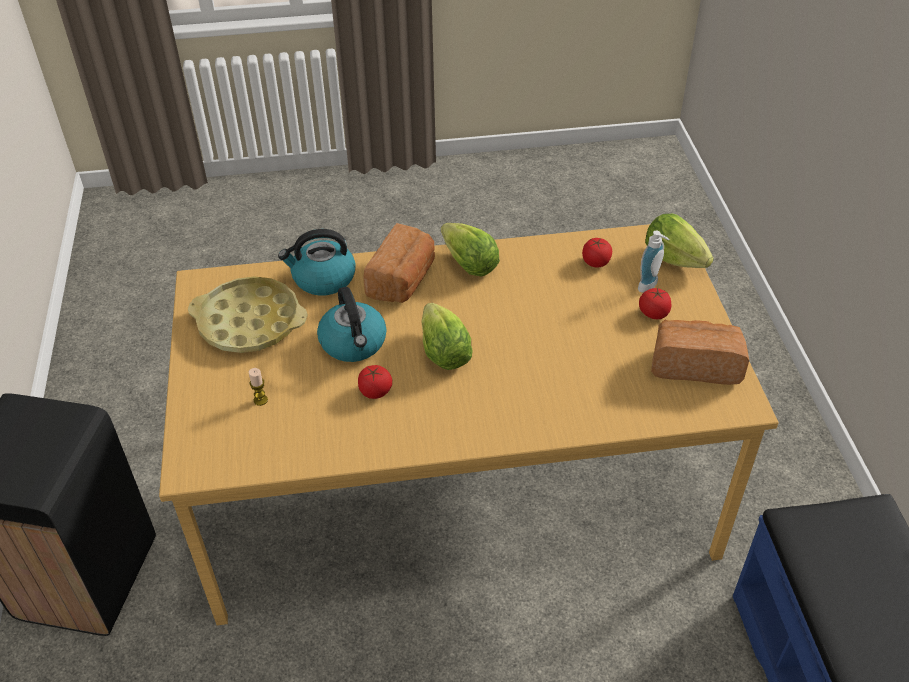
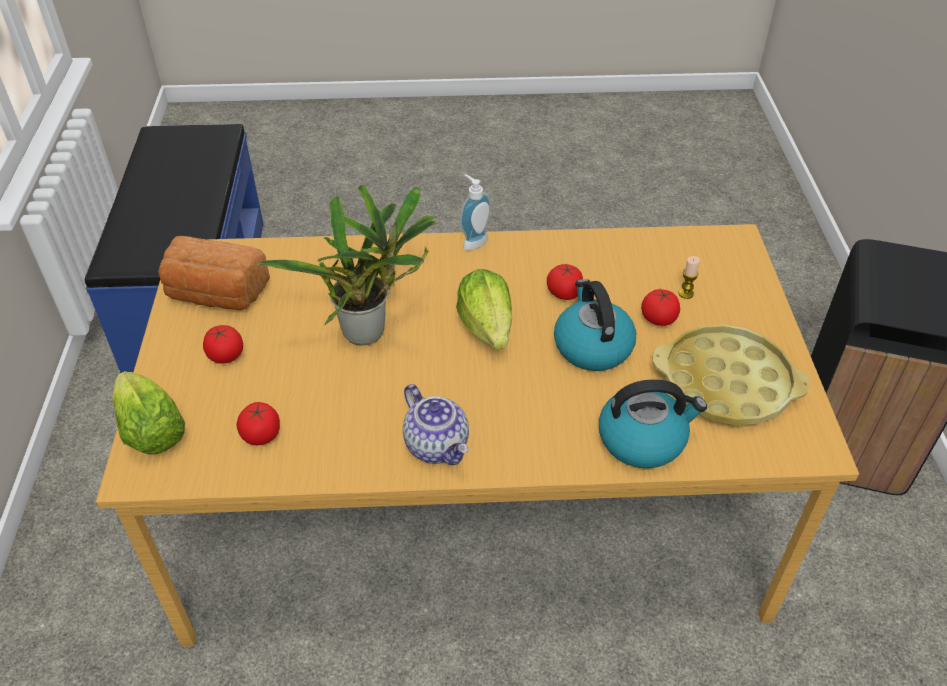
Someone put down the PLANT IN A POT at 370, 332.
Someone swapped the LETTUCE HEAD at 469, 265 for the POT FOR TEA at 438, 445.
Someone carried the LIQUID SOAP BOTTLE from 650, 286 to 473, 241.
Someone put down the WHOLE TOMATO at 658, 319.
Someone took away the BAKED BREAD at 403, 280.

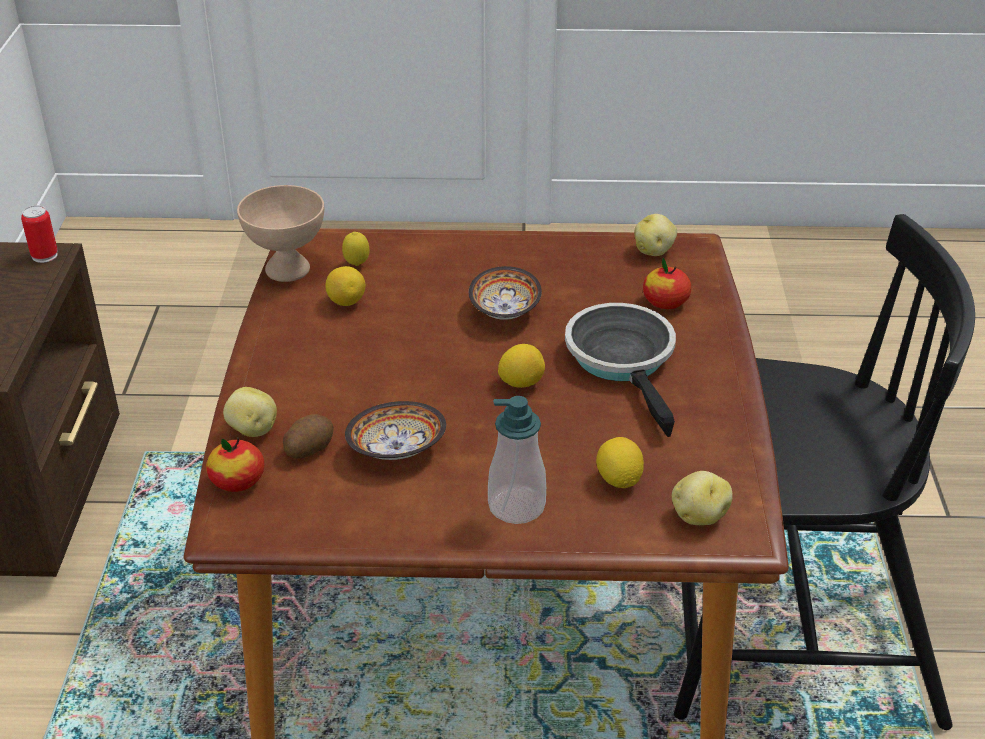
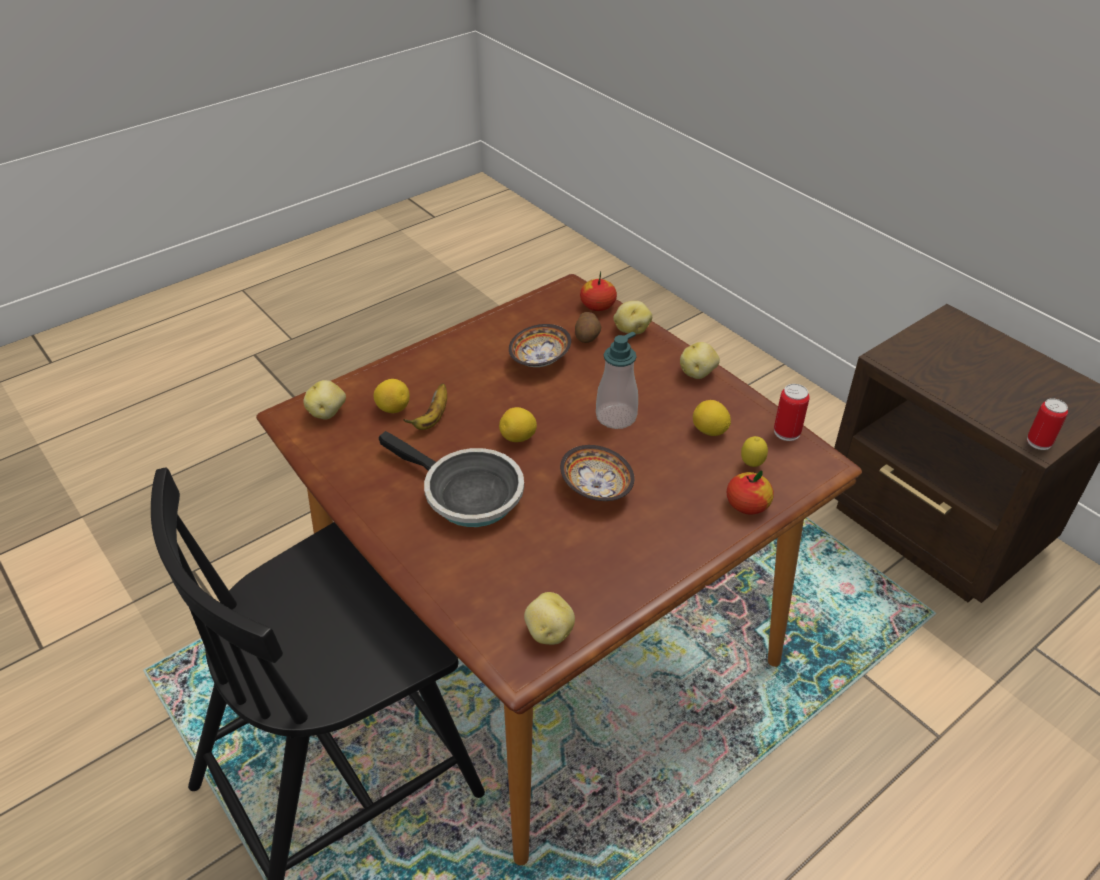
Someone put down the BANANA FRUIT at 432, 418.
Someone carried the LIQUID SOAP BOTTLE from 516, 506 to 616, 417.
Someone put down the WHOLE POTATO at 698, 373.
Someone carried the APPLE from 665, 302 to 747, 505.
Someone swapped the BEIGE SERVING BOWL at 287, 270 for the CAN at 787, 432.

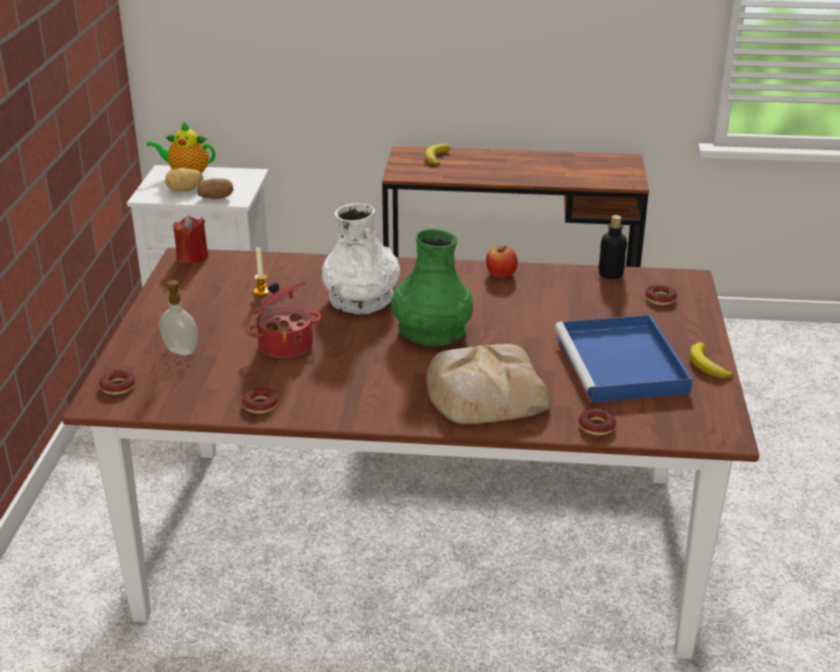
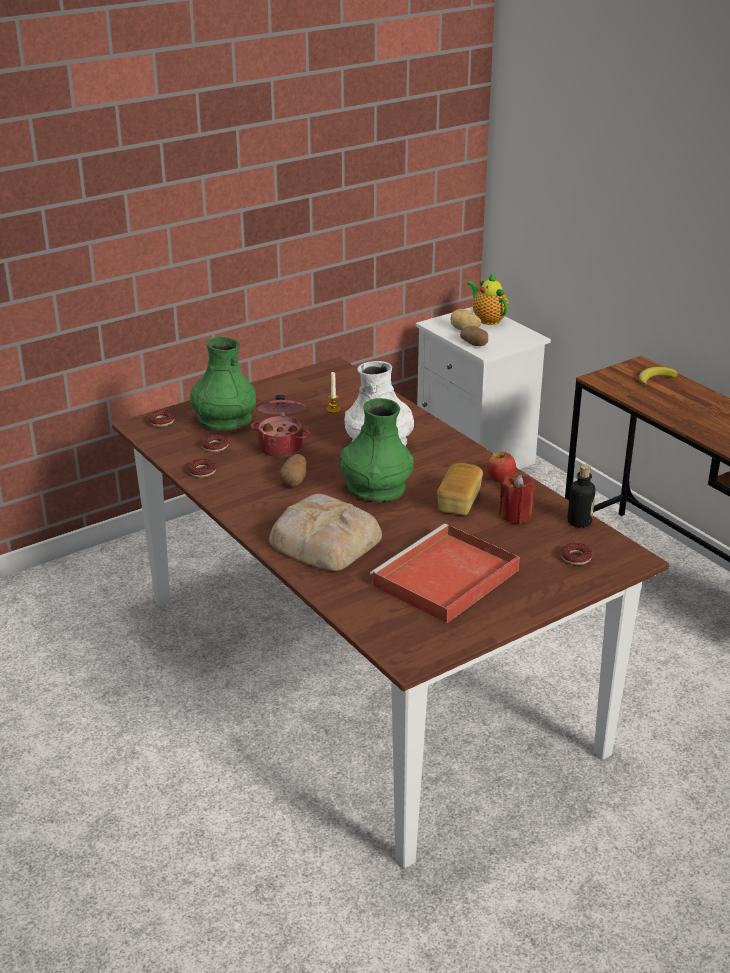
Someone swapped the LIQUID SOAP BOTTLE at 180, 351 for the GREENISH DECORATIVE VASE at 224, 420.
Someone carried the RING DOUGHNUT from 596, 426 to 215, 447.
Someone put down the WHOLE POTATO at 295, 480.
Someone repainted the BLUE SERVING TRAY at 622, 365, which became the RED-COLOURED SERVING TRAY at 444, 579.
Someone put down the BAKED BREAD at 459, 501.
Someone carried the RED-COLOURED WAX LIGHT from 192, 258 to 516, 515.
Someone took away the BANANA FRUIT at 707, 365.

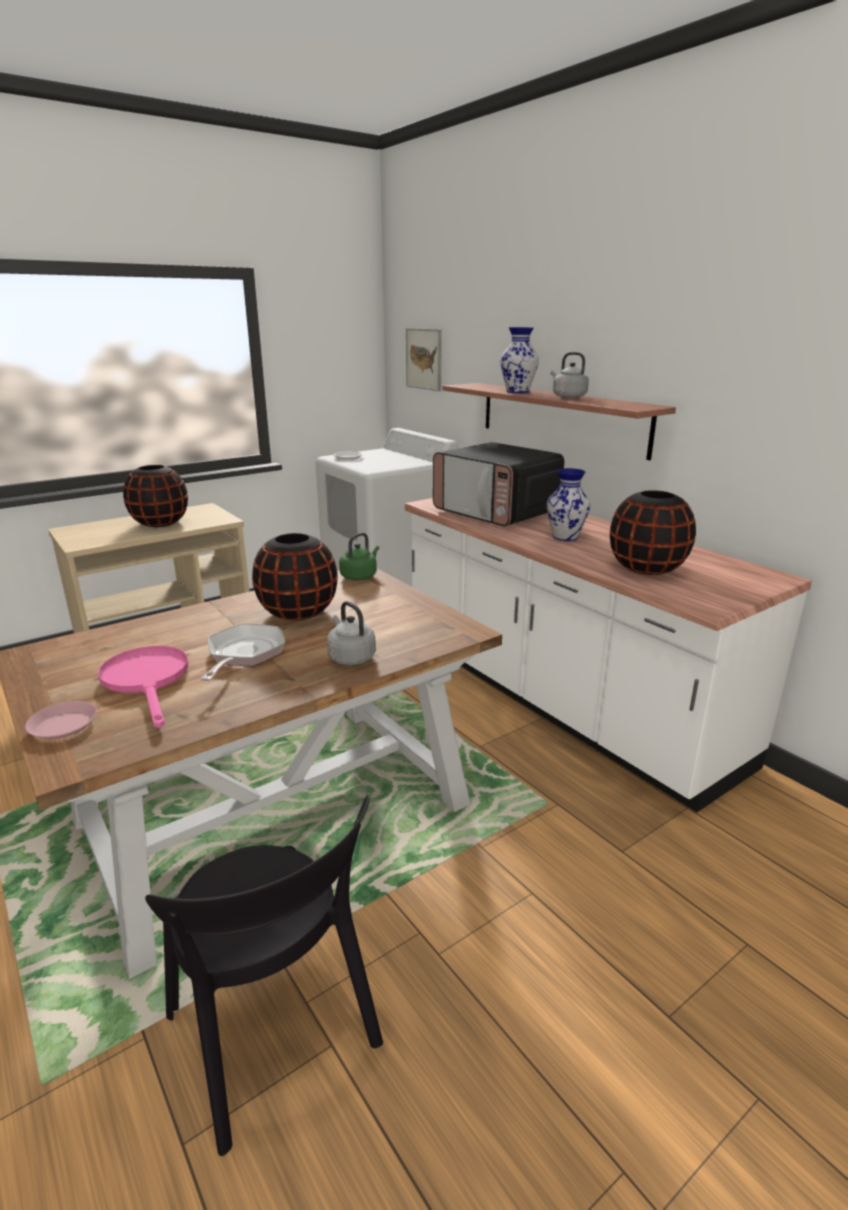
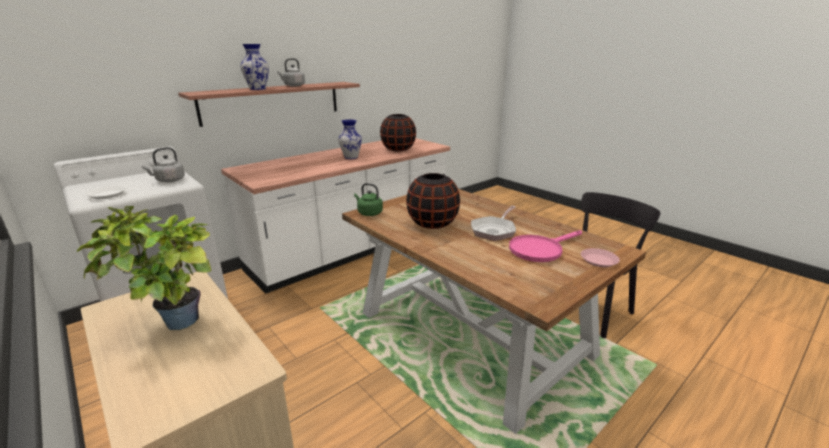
Someone swapped the BLACK-COLOURED DECORATIVE VASE at 160, 523 for the PLANT IN A POT at 173, 326.
Someone carried the GRAY WATER KETTLE from 350, 657 to 169, 180.
Someone rotated the SKILLET at 244, 654 by 60 degrees counterclockwise.
Someone took away the WALL ART at 424, 359.
Someone took away the KITCHEN MICROWAVE at 496, 512.

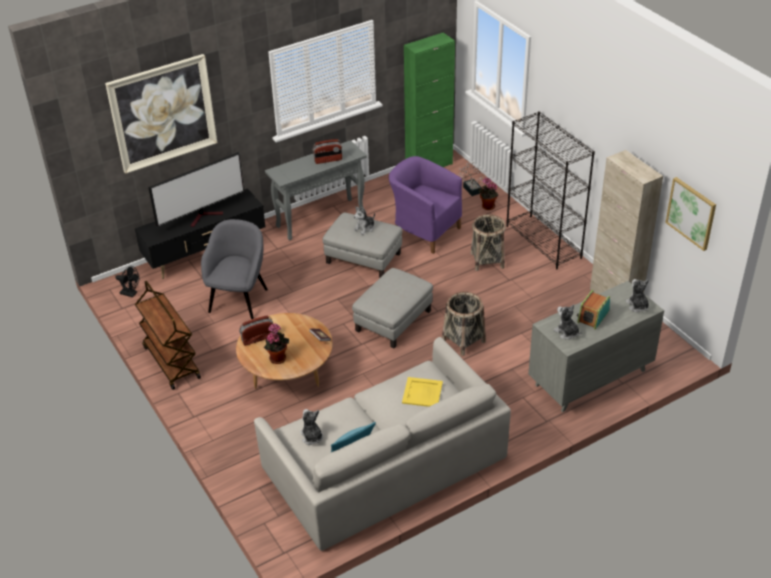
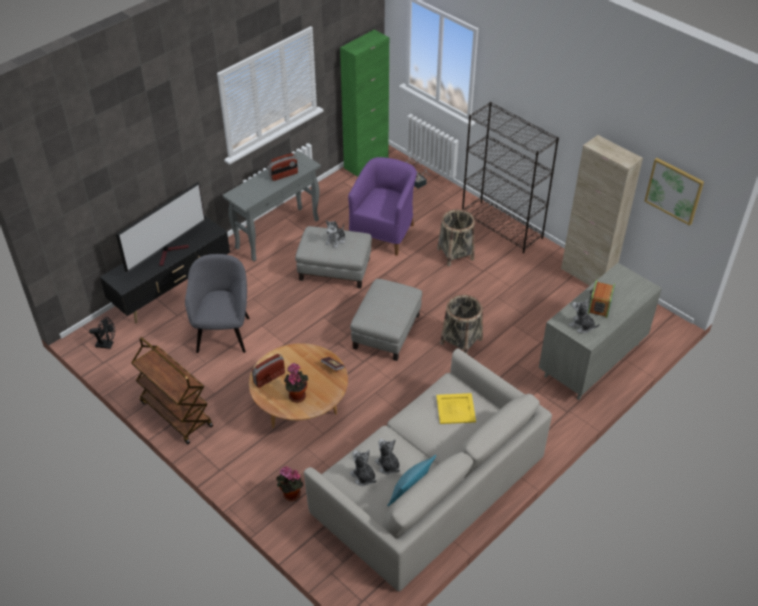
Someone carried the PLANT IN A POT from 487, 207 to 290, 495.
Someone rotated the PURPLE-COLOURED LOUNGE CHAIR at 424, 231 by 90 degrees clockwise.
Someone carried the CUDDLY TOY from 637, 306 to 388, 465.
Someone took away the WALL ART at 163, 113.

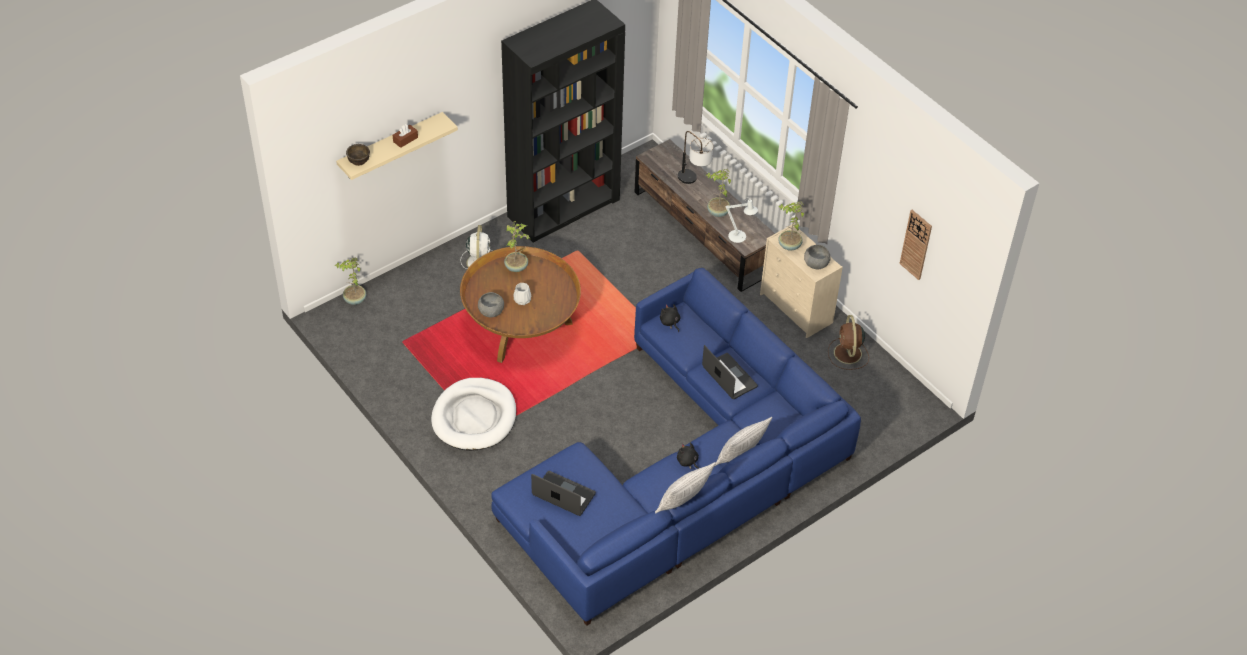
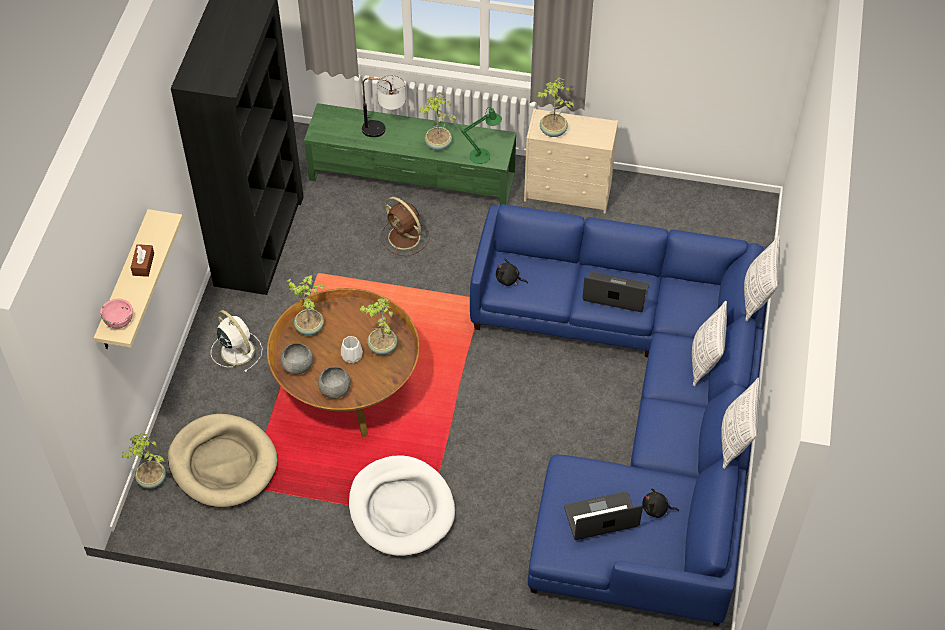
Someone repainted the BROWNISH SERVING BOWL at 358, 161, which became the PINK SERVING BOWL at 119, 321.
Someone put down the BEIGE PET BED at 223, 463.
Someone carried the GRAY SERVING BOWL from 816, 264 to 297, 366.
Someone repainted the BROWNISH TV UNIT at 703, 232, which became the GREENISH TV UNIT at 413, 177.
Someone put down the PLANT IN A POT at 382, 347.
Someone carried the BROWNISH ELECTRIC FAN from 848, 354 to 405, 238.
Someone repainted the WHITE-COLOURED TABLETOP LAMP at 739, 237, which became the GREENISH TABLETOP LAMP at 483, 155.
Someone carried the BLACK-COLOURED CUDDLY TOY from 688, 462 to 656, 509.
Someone put down the CUSHION at 756, 297.
Someone took away the CLOCK ON THE WALL at 916, 244.

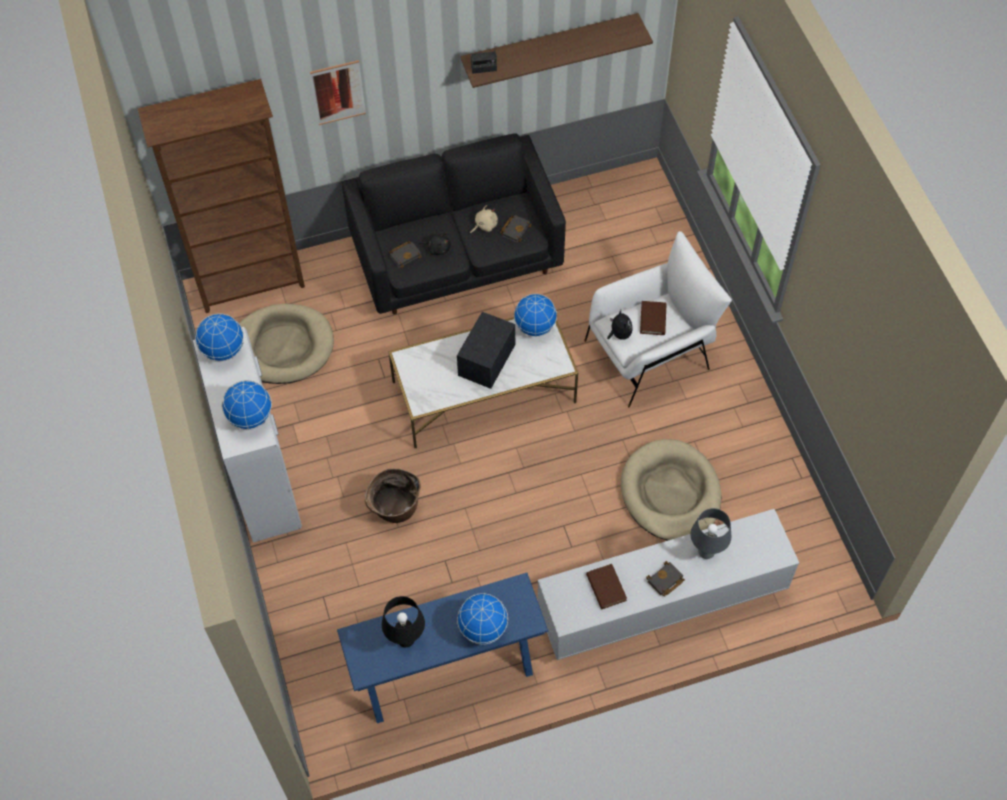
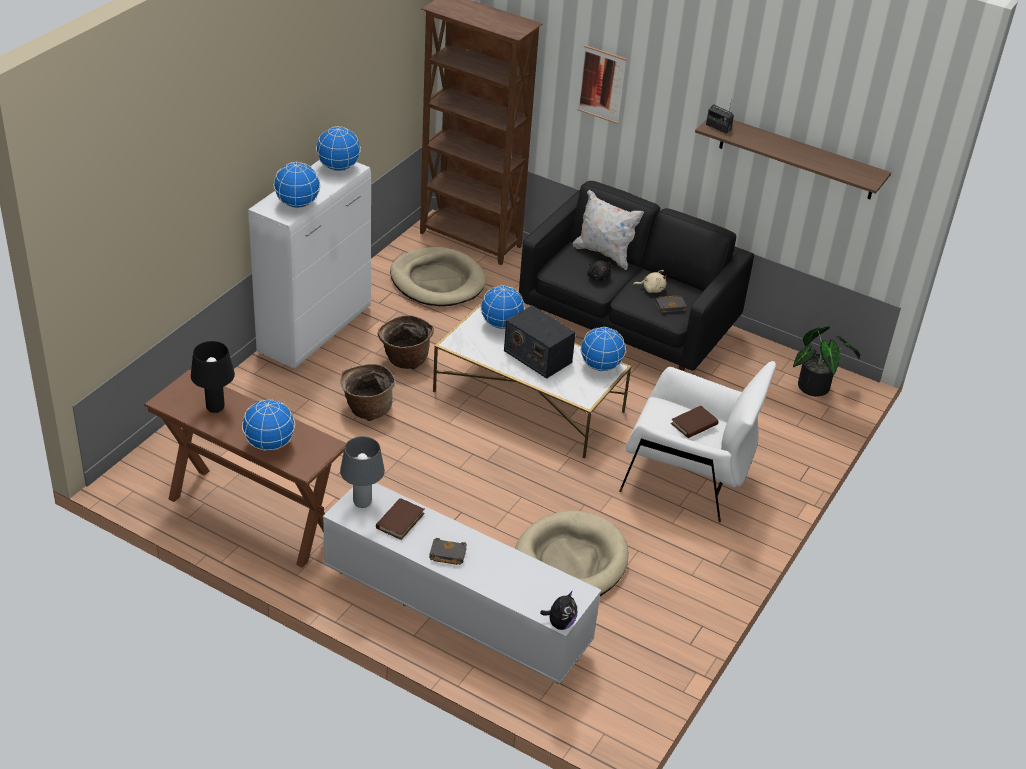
Someone repainted the BLUE CONSOLE TABLE at 447, 674, which became the BROWNISH CONSOLE TABLE at 251, 516.
Someone carried the GRAY TABLETOP LAMP from 705, 552 to 362, 502.
Someone put down the BASKET at 404, 360.
Someone put down the GLOBE at 501, 324.
Someone rotated the RADIO at 487, 359 by 120 degrees counterclockwise.
Someone carried the CUDDLY TOY from 619, 334 to 560, 623.
Someone put down the WHITE-COLOURED CUSHION at 604, 253.
Someone put down the PLANT IN A POT at 817, 388.
Someone took away the BLACK-COLOURED BOUND BOOK at 405, 255.

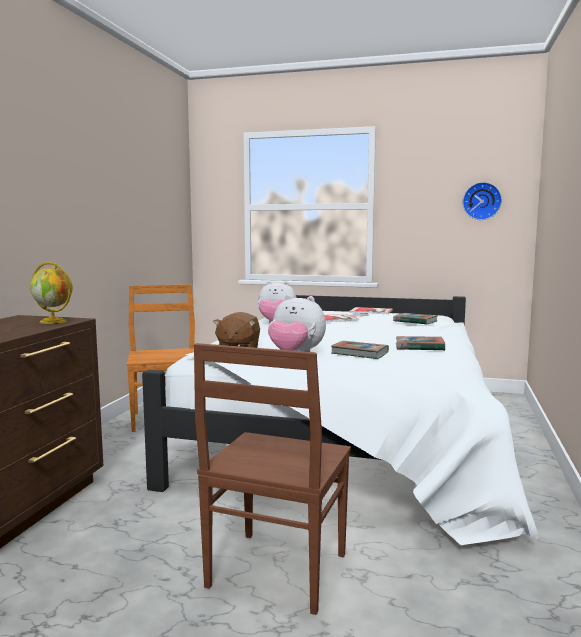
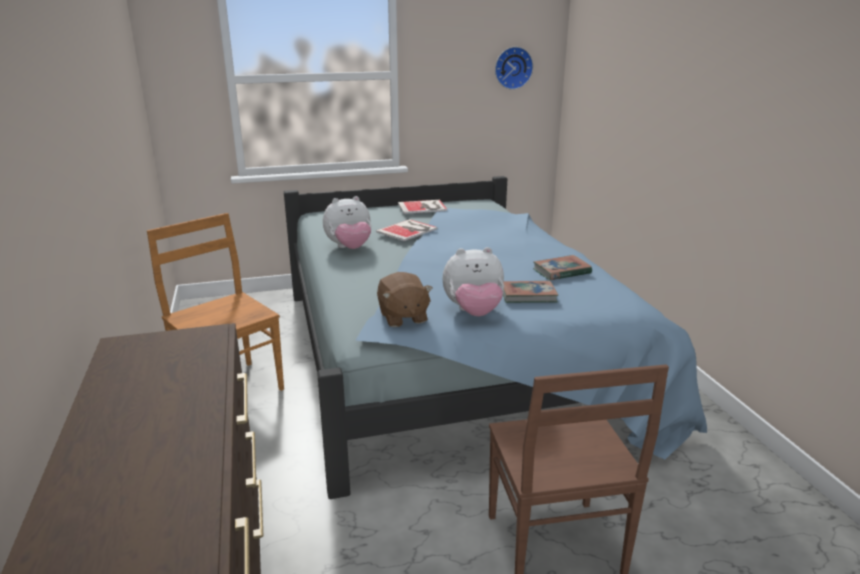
Someone repainted the WHITE-COLOURED BED at 349, 437, which became the BLUE BED at 454, 359.
Someone took away the GLOBE at 54, 321.
Someone took away the BOUND BOOK at 415, 321.

